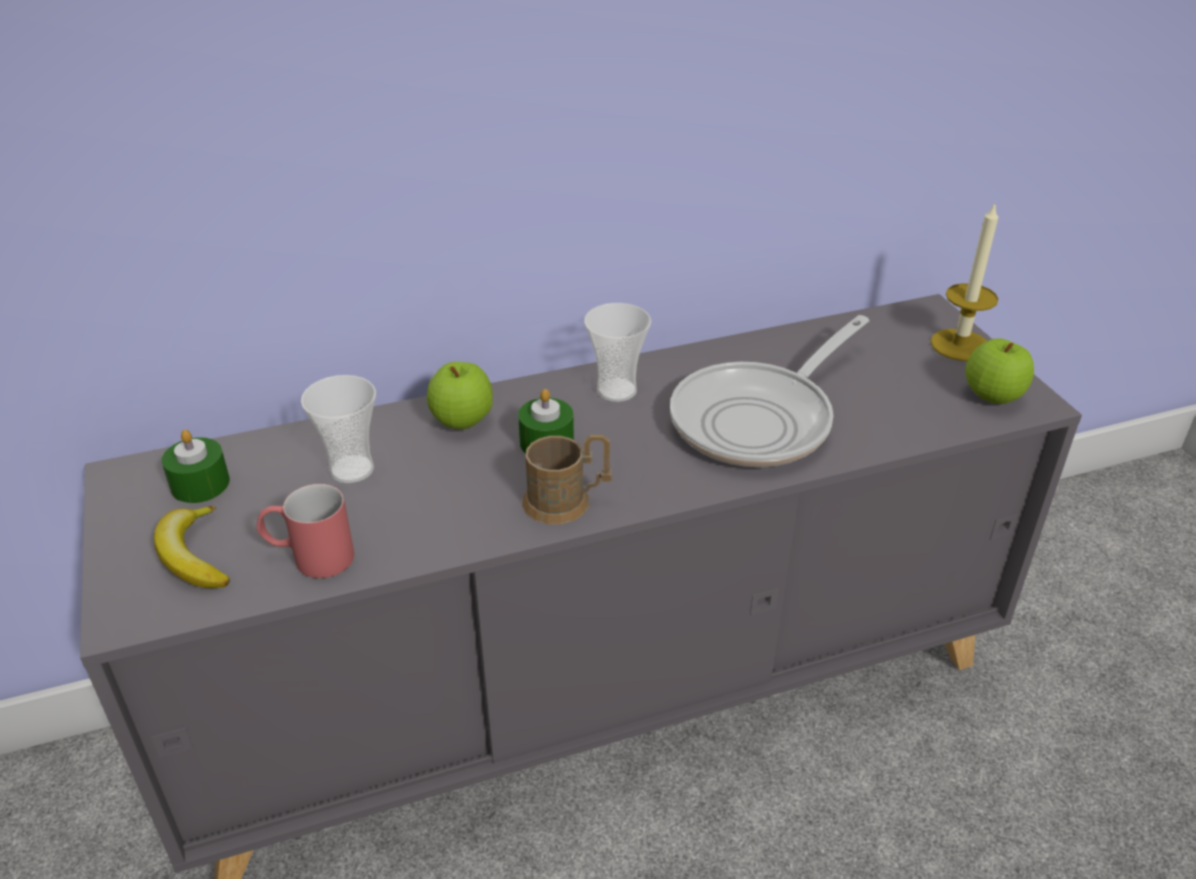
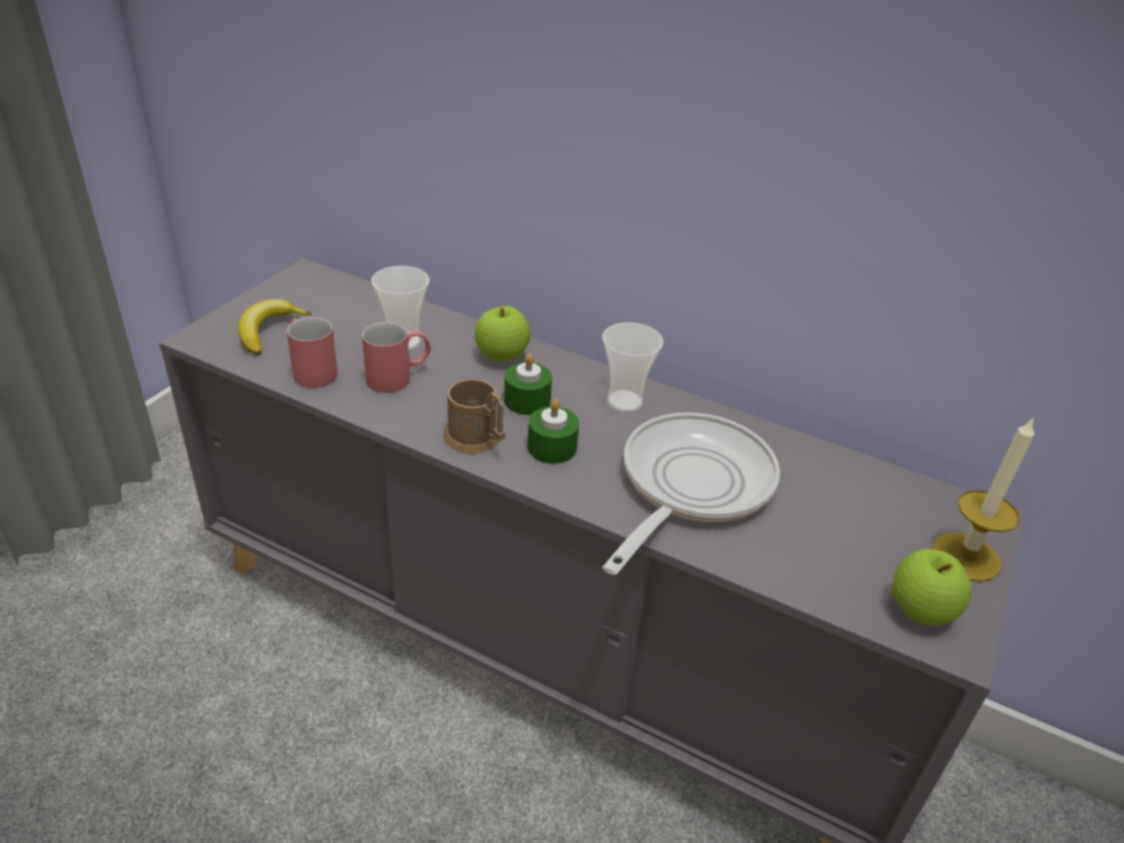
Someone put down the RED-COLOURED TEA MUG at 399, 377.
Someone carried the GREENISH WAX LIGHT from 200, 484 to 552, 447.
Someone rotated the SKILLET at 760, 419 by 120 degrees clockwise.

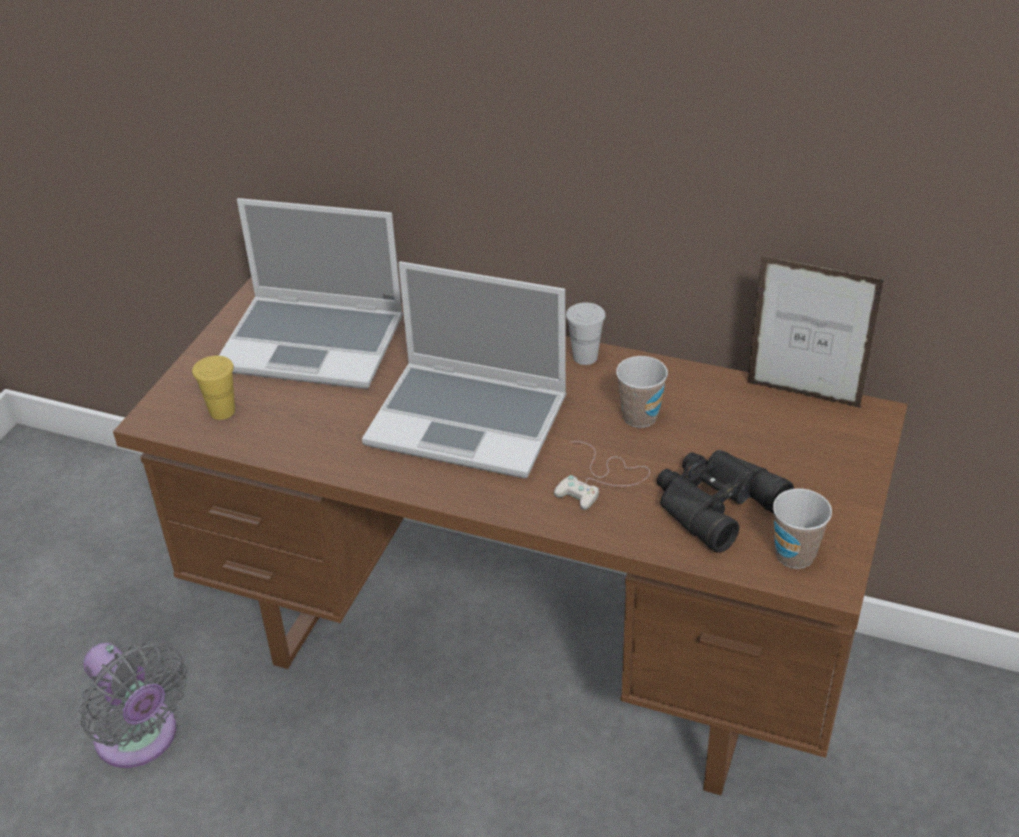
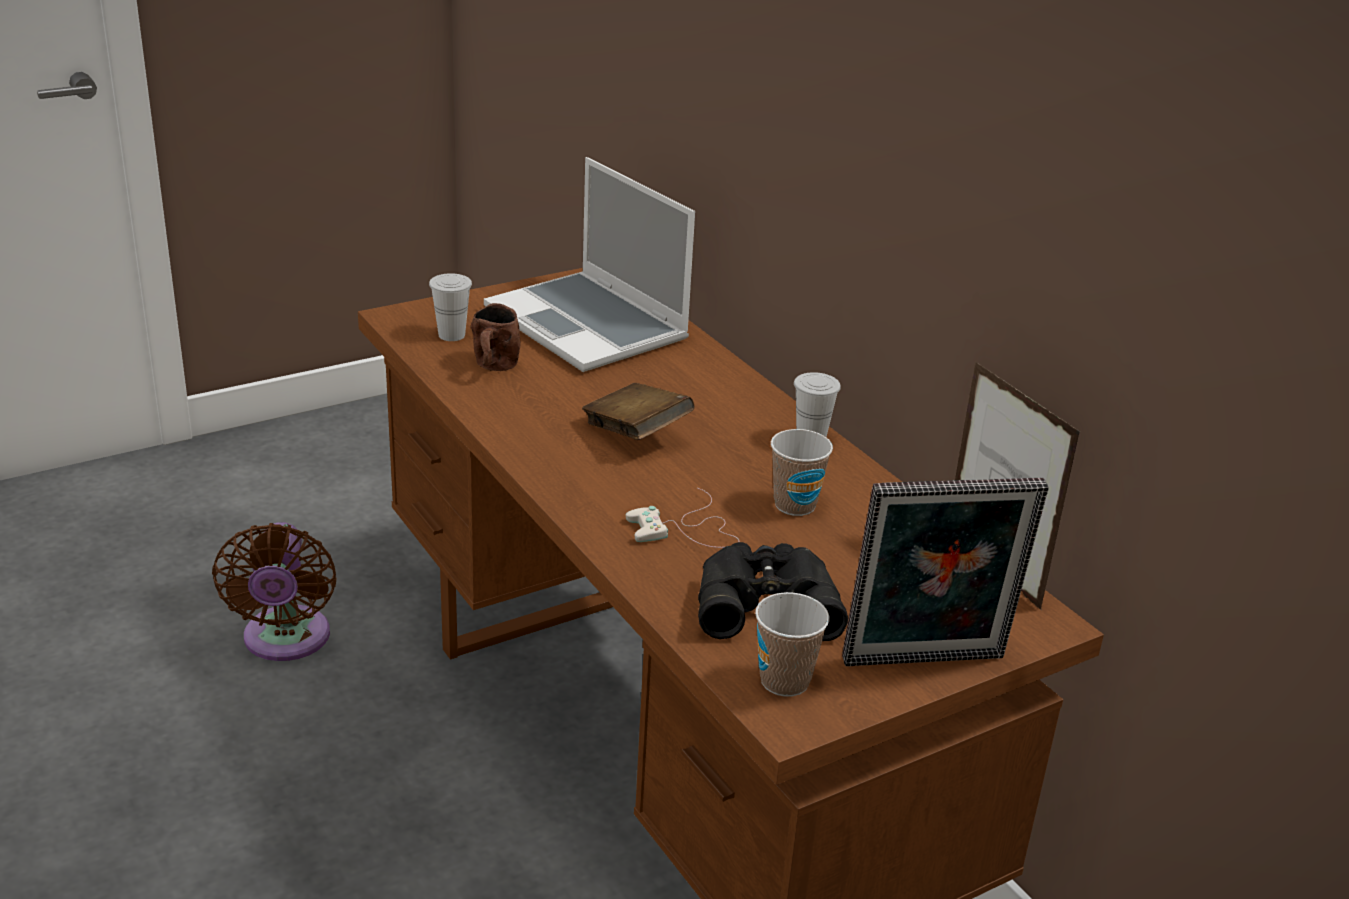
Someone repainted the GRAY ELECTRIC FAN at 141, 739, which became the BROWNISH ELECTRIC FAN at 285, 641.
Someone repainted the YELLOW-COLOURED DRINKING CUP at 222, 411, which became the WHITE-COLOURED DRINKING CUP at 451, 335.
Someone put down the BROWNISH TEA MUG at 494, 368.
Someone swapped the NOTEBOOK COMPUTER at 470, 421 for the BROWNISH BOUND BOOK at 636, 434.
Someone put down the STANDING FRAME at 925, 664.

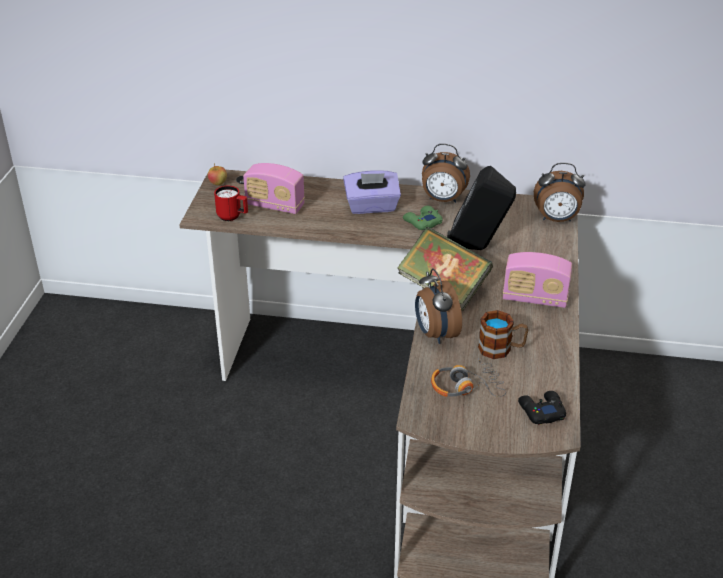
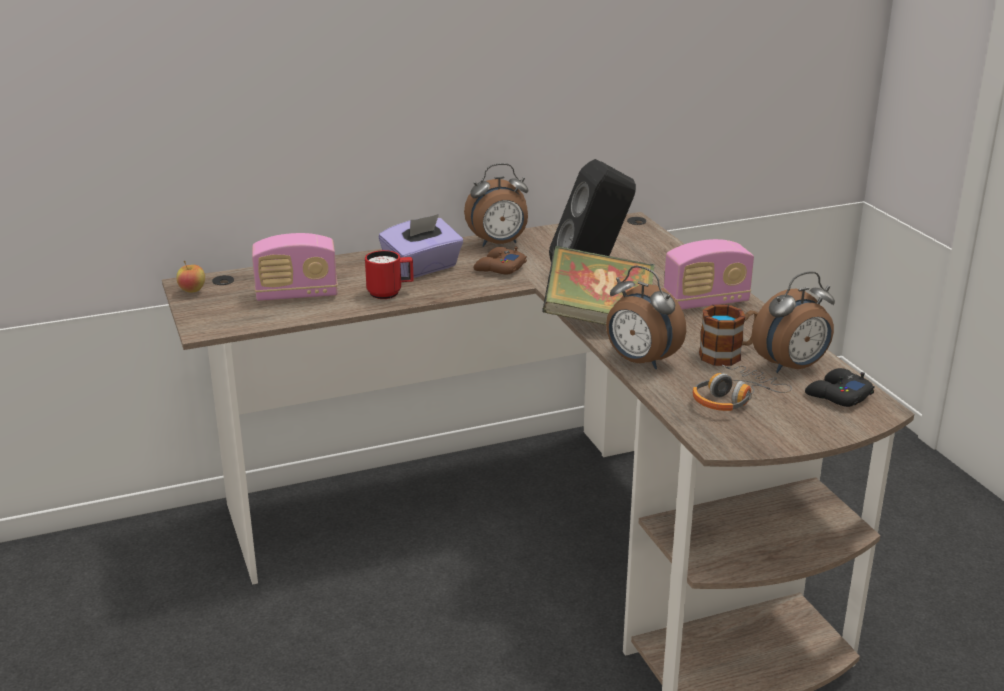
Someone carried the RED-COLOURED TEA MUG from 232, 217 to 390, 293.
Someone repainted the GREENISH GAMEPAD at 422, 222, which became the BROWNISH GAMEPAD at 499, 268.
Someone carried the BEDSIDE CLOCK from 556, 219 to 792, 367.

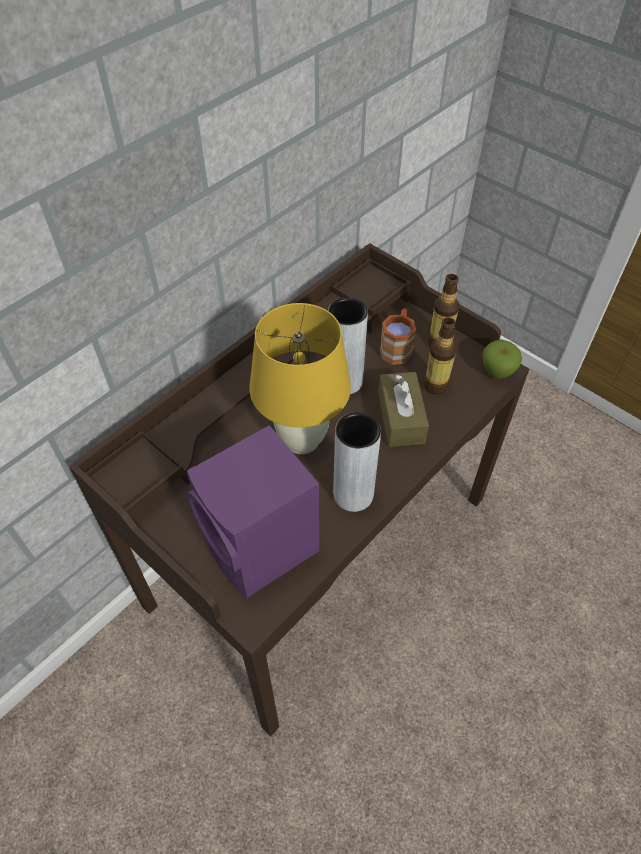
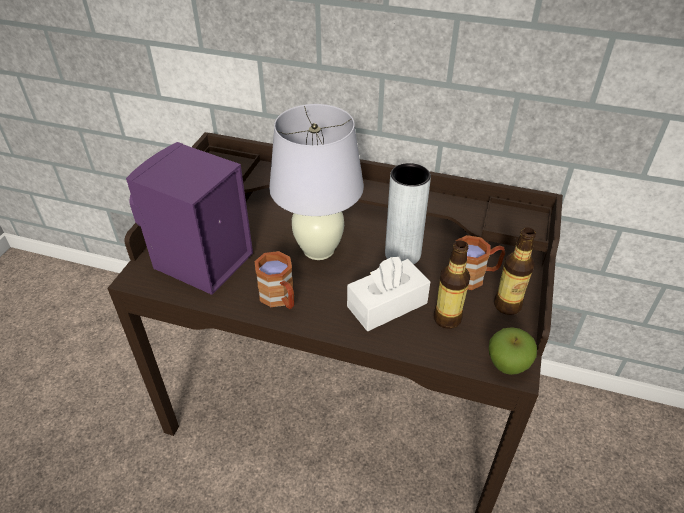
Someone swapped the GRAY DECORATIVE VASE at 353, 494 for the BROWNISH TEA MUG at 280, 299.
Someone repainted the YELLOW-COLOURED TABLETOP LAMP at 302, 441, which became the WHITE-COLOURED TABLETOP LAMP at 318, 250.
Someone repainted the BROWNISH TISSUE HOLDER at 401, 418, which became the WHITE-COLOURED TISSUE HOLDER at 387, 305.

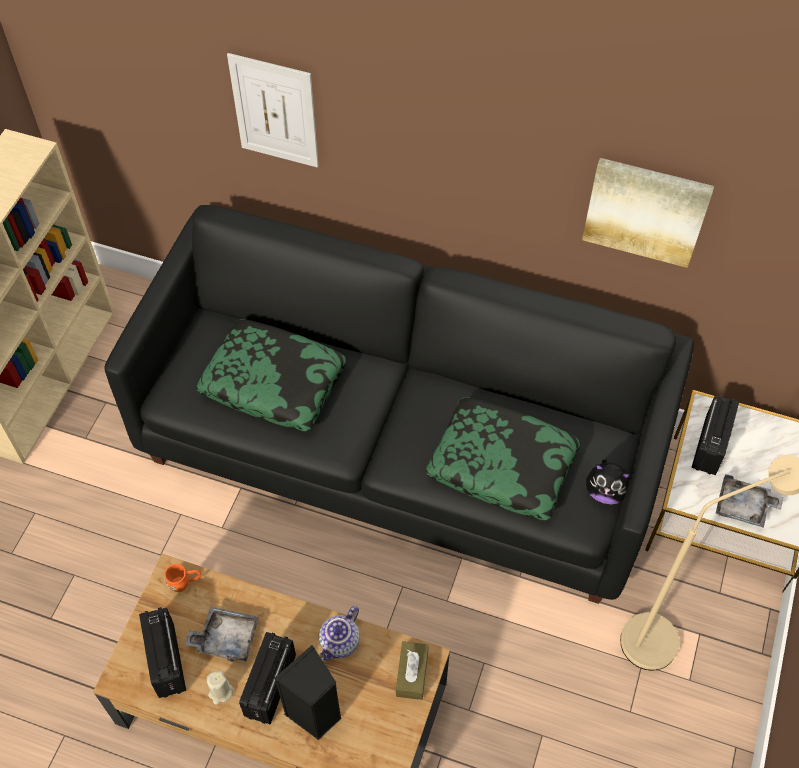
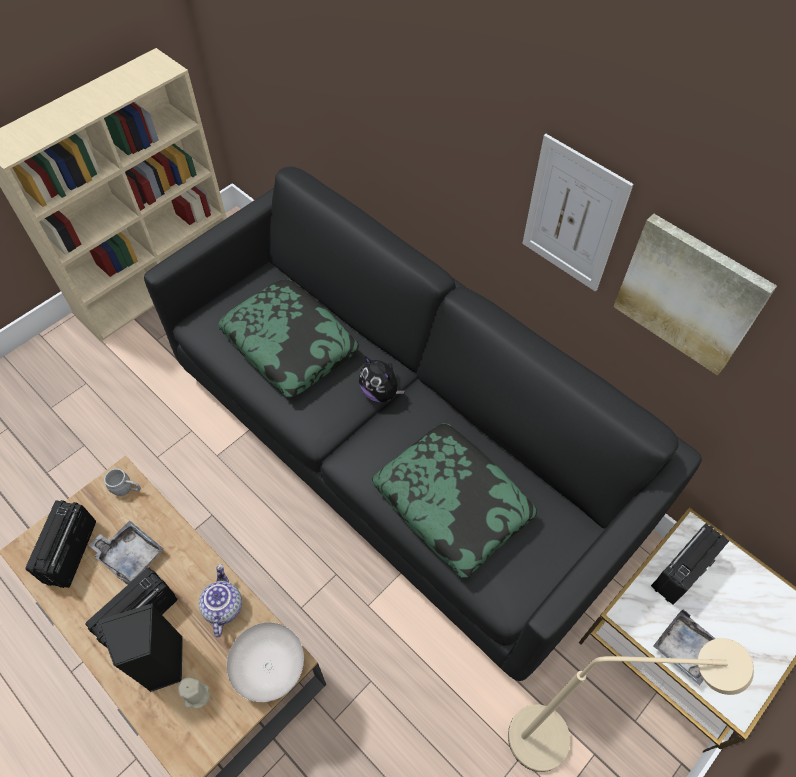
Someone repainted the ORANGE TEA MUG at 184, 582, which became the GRAY TEA MUG at 127, 489.
Someone carried the BEIGE WAX LIGHT from 220, 692 to 196, 696.
Someone rotated the POT FOR TEA at 340, 643 by 120 degrees clockwise.
Someone swapped the BROWNISH TISSUE HOLDER at 412, 674 for the WHITE-COLOURED SERVING BOWL at 269, 669.
Someone carried the CUDDLY TOY from 605, 492 to 380, 392.
Someone carried the WALL ART from 275, 111 to 573, 216.

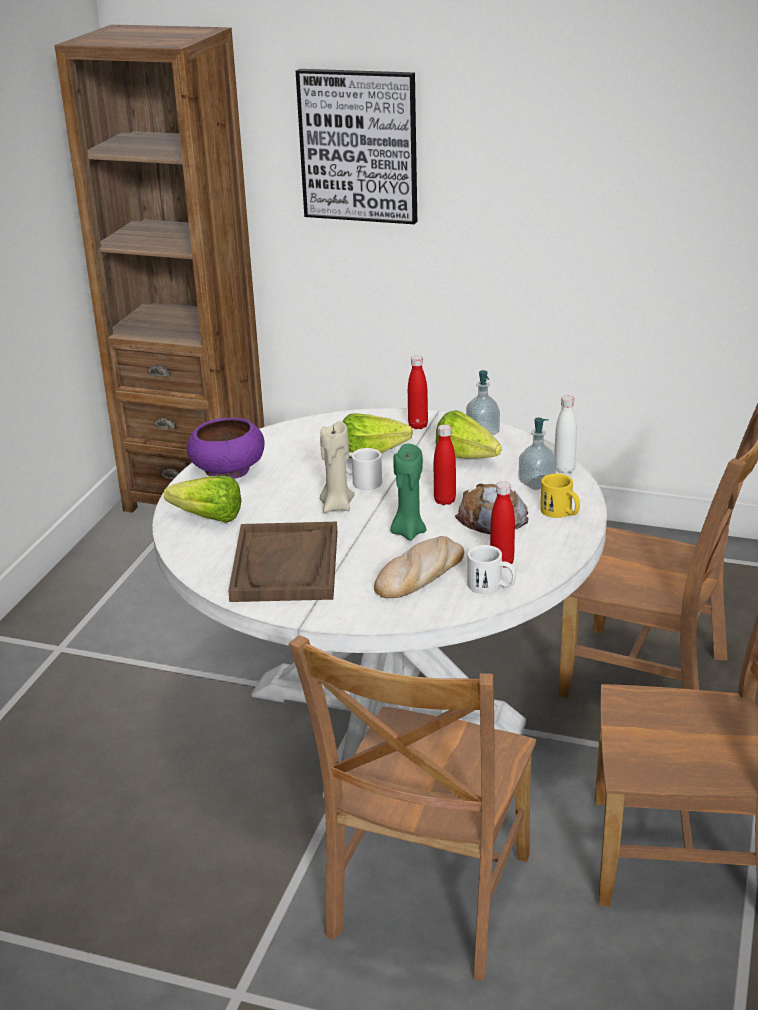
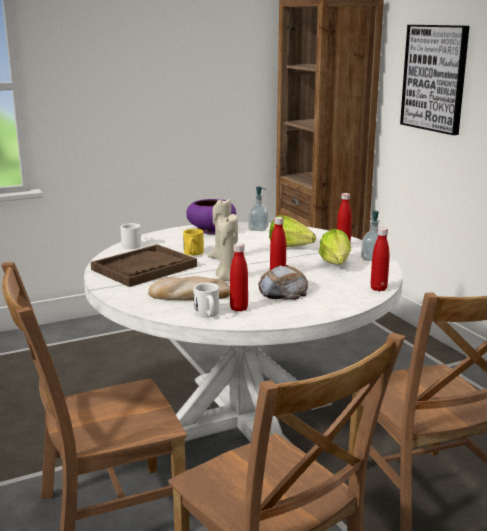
Someone carried the WHITE-COLOURED TEA MUG from 362, 481 to 131, 245.
Someone carried the YELLOW-COLOURED TEA MUG from 561, 513 to 192, 253.
Someone repainted the GREENISH WAX LIGHT at 408, 532, which became the BEIGE WAX LIGHT at 227, 279.
Someone carried the LIQUID SOAP BOTTLE from 536, 483 to 258, 229.
Someone repainted the WHITE-COLOURED BEVERAGE BOTTLE at 564, 470, which became the RED-COLOURED BEVERAGE BOTTLE at 378, 289.
Someone took away the LETTUCE HEAD at 203, 517.

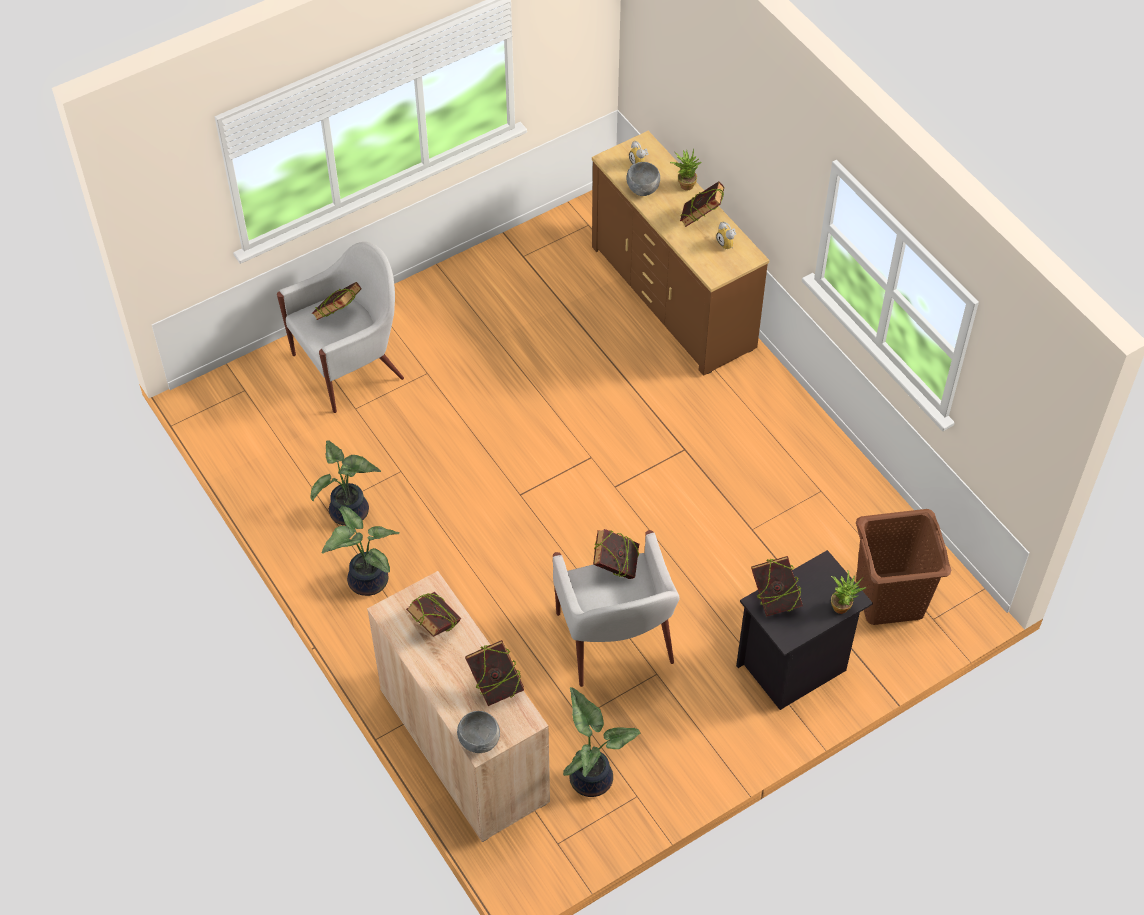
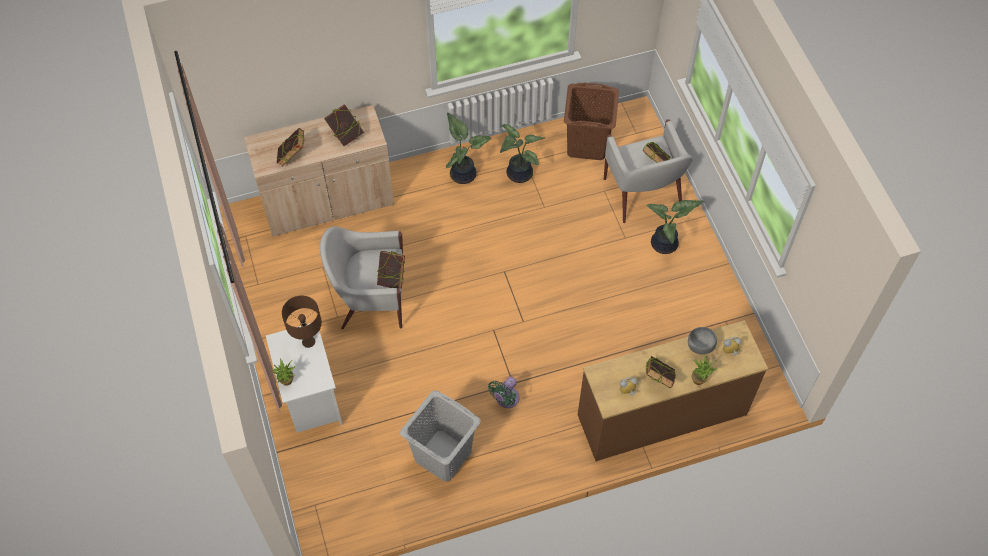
Someone repainted the BLACK-COLOURED NIGHTSTAND at 793, 667, which became the WHITE-COLOURED NIGHTSTAND at 311, 400.
Someone swapped the BOUND BOOK at 774, 599 for the BROWNISH TABLETOP LAMP at 308, 342.
Someone put down the GRAY WASHING BASKET at 442, 455.
Someone put down the GREENISH ELECTRIC FAN at 506, 399.
Someone carried the BROWNISH WASHING BASKET from 890, 598 to 586, 144.
Someone carried the PLANT IN A POT from 592, 776 to 665, 245.
Someone took away the GRAY SERVING BOWL at 479, 740.

